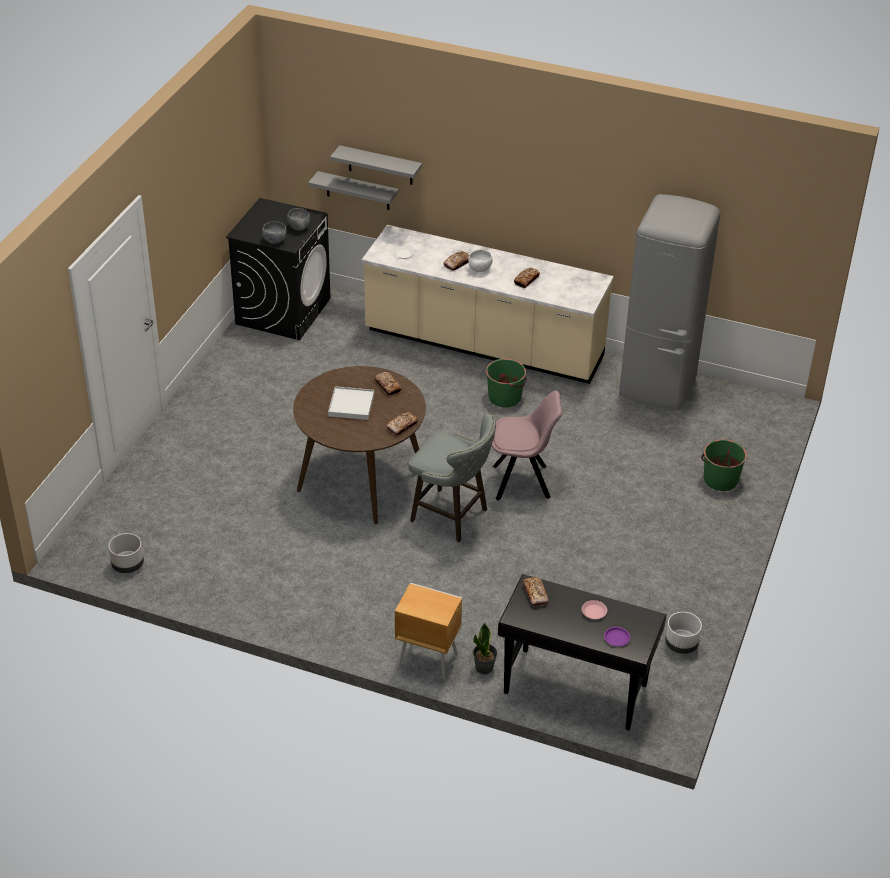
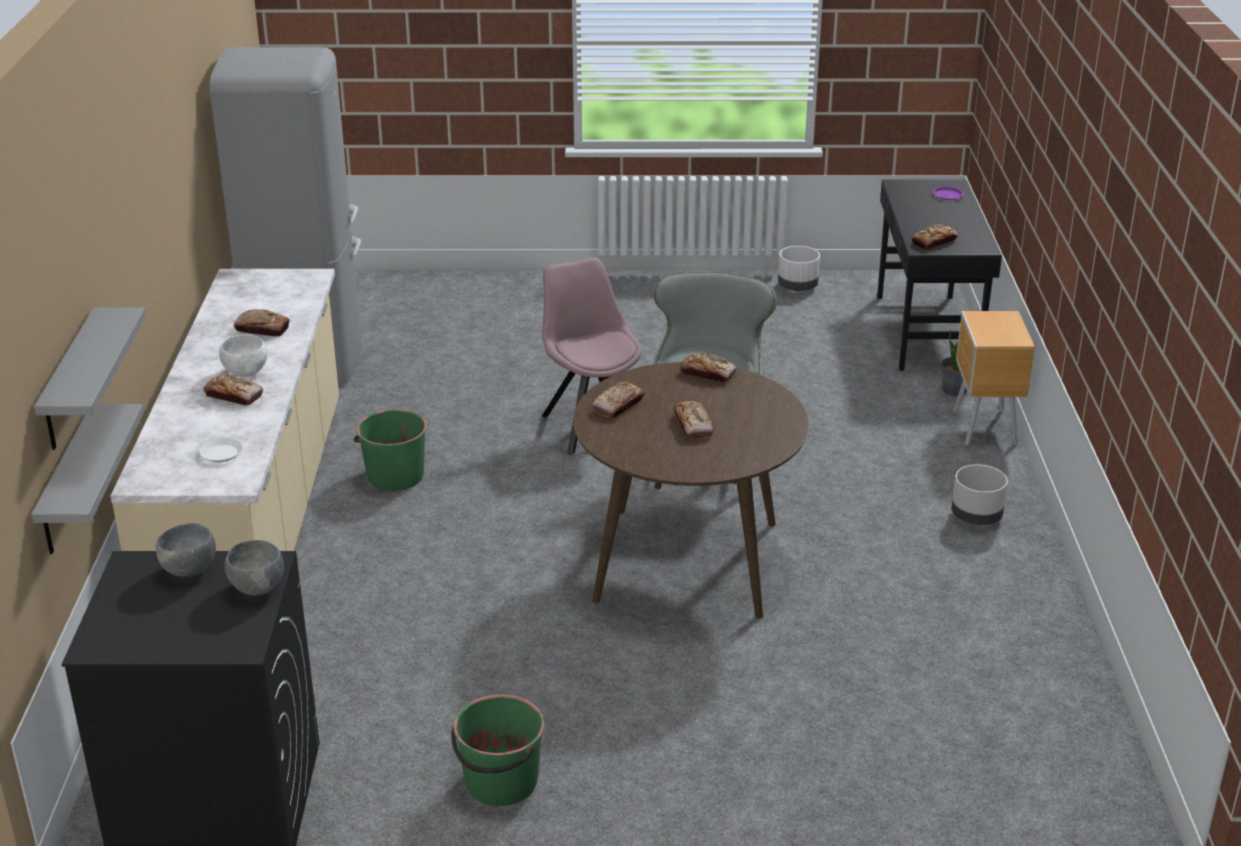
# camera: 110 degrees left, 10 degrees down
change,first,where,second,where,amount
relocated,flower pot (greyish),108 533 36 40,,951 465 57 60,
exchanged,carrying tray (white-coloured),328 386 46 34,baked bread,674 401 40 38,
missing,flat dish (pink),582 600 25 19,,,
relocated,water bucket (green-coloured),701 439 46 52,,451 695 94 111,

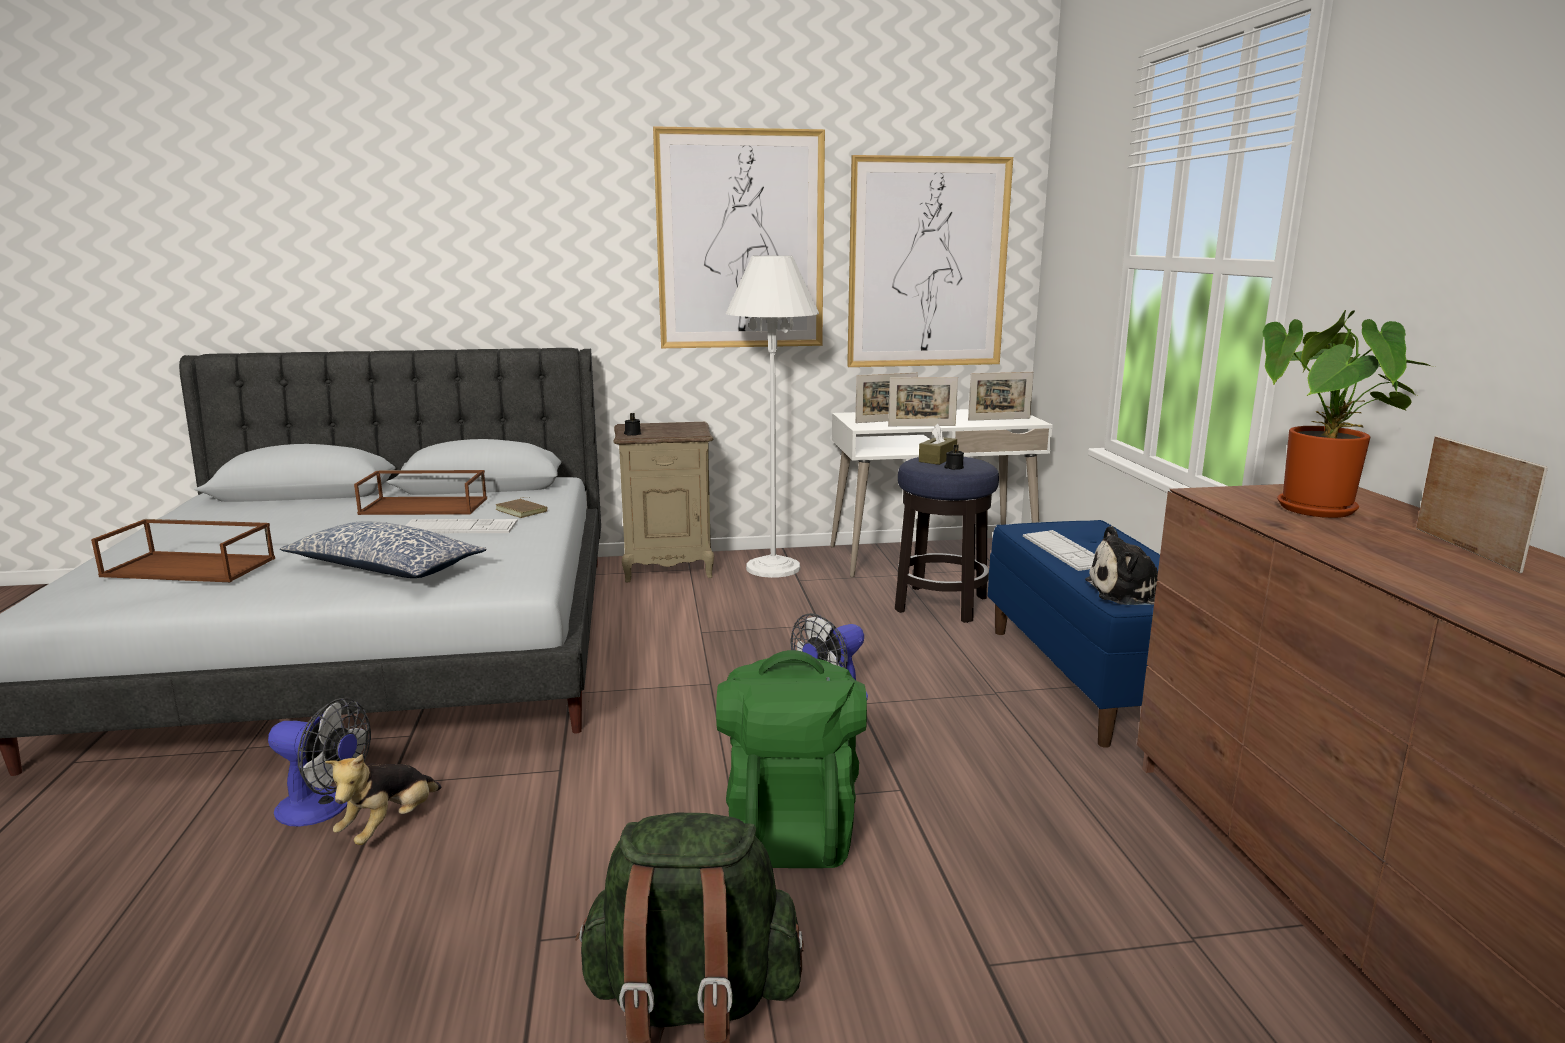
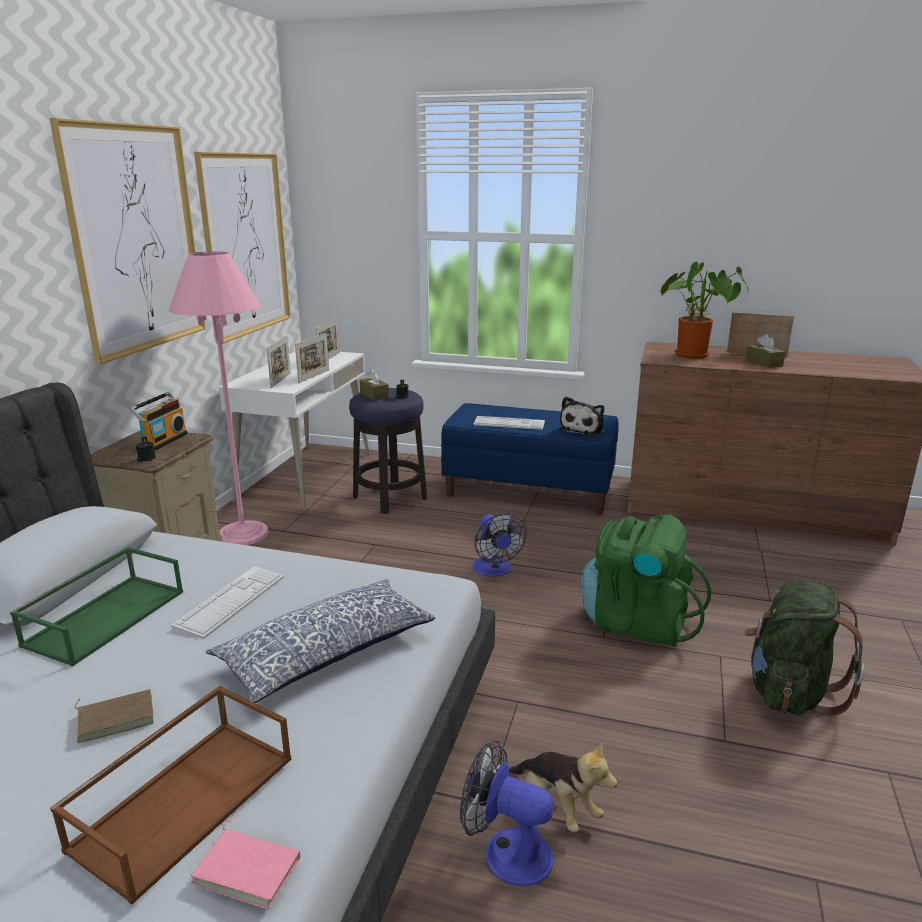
# camera: 65 degrees left, 5 degrees up
change,first,where,second,where,amount
spun,fan,268 698 103 128,,460 740 94 146,105 degrees counterclockwise
colour,carrying tray (brownish),354 470 133 45,carrying tray (green-coloured),10 547 173 120,
relocated,book (brownish),496 497 51 21,,75 689 79 54,
colour,floor lamp (white-coloured),726 256 93 322,floor lamp (pink),169 251 99 294,
appeared,,,radio set,130 392 58 59,
appeared,,,book (pink),191 815 109 94,
appeared,,,box of tissues (brownish),746 334 39 34,

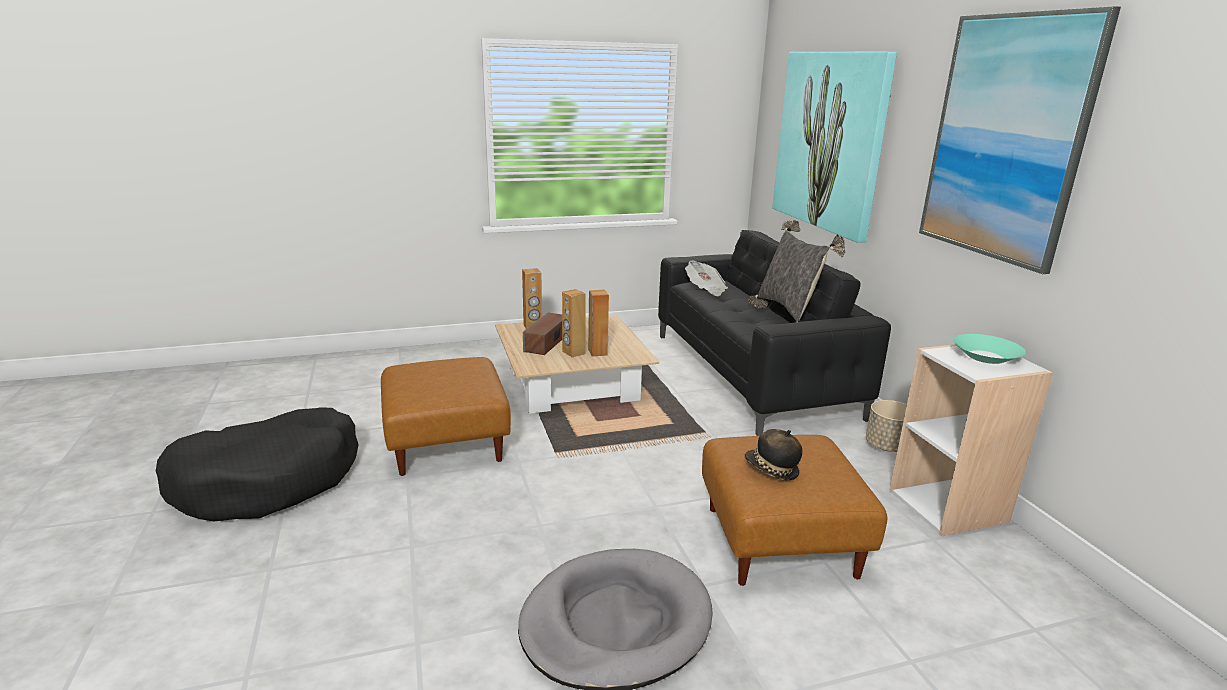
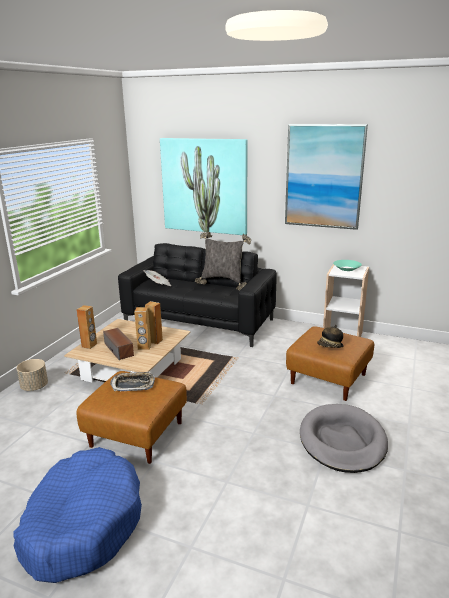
# camera: 50 degrees left, 0 degrees up
change,first,where,second,where,amount
colour,dog bed (black),156 407 203 114,dog bed (bluish),13 447 129 136,
relocated,flower pot (beige-coloured),866 400 41 52,,16 359 32 32,
appeared,,,carrying tray,110 372 45 19,

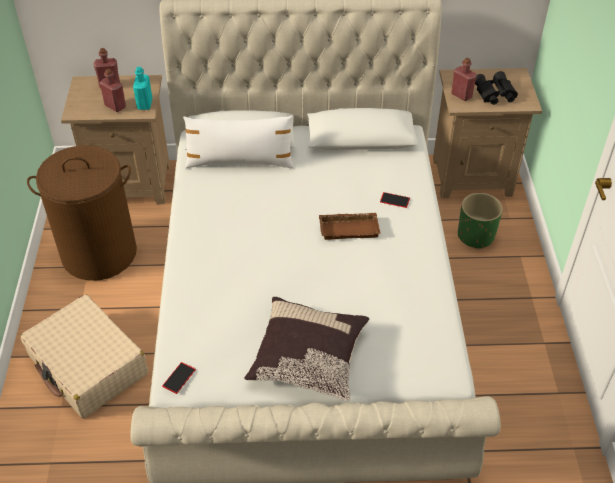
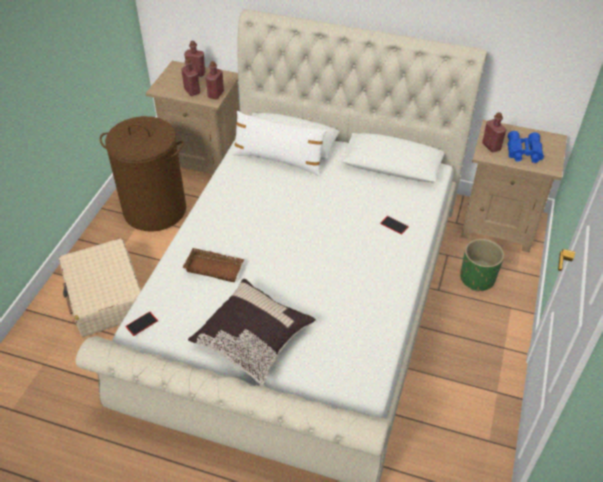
# camera: 20 degrees right, 0 degrees up
change,first,where,second,where,amount
colour,bottle (blue-green),133 67 19 43,bottle (red-coloured),205 61 19 39,
relocated,carrying tray (brownish),319 213 62 27,,182 248 62 34,
colour,field glasses (black),475 71 43 34,field glasses (bluish),507 131 37 32,

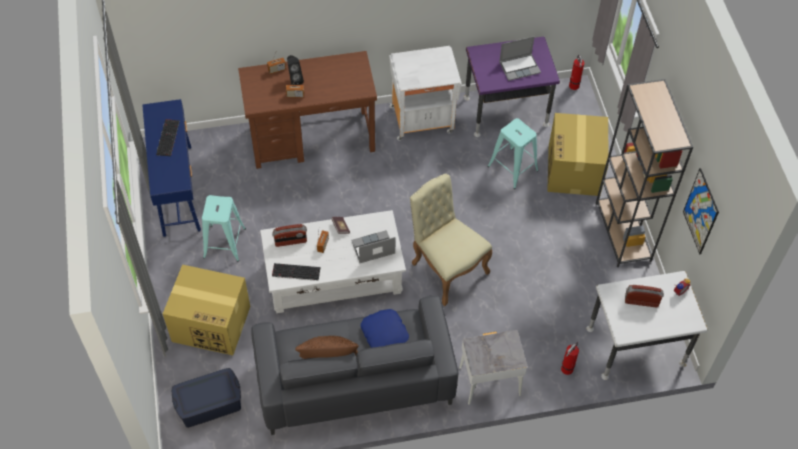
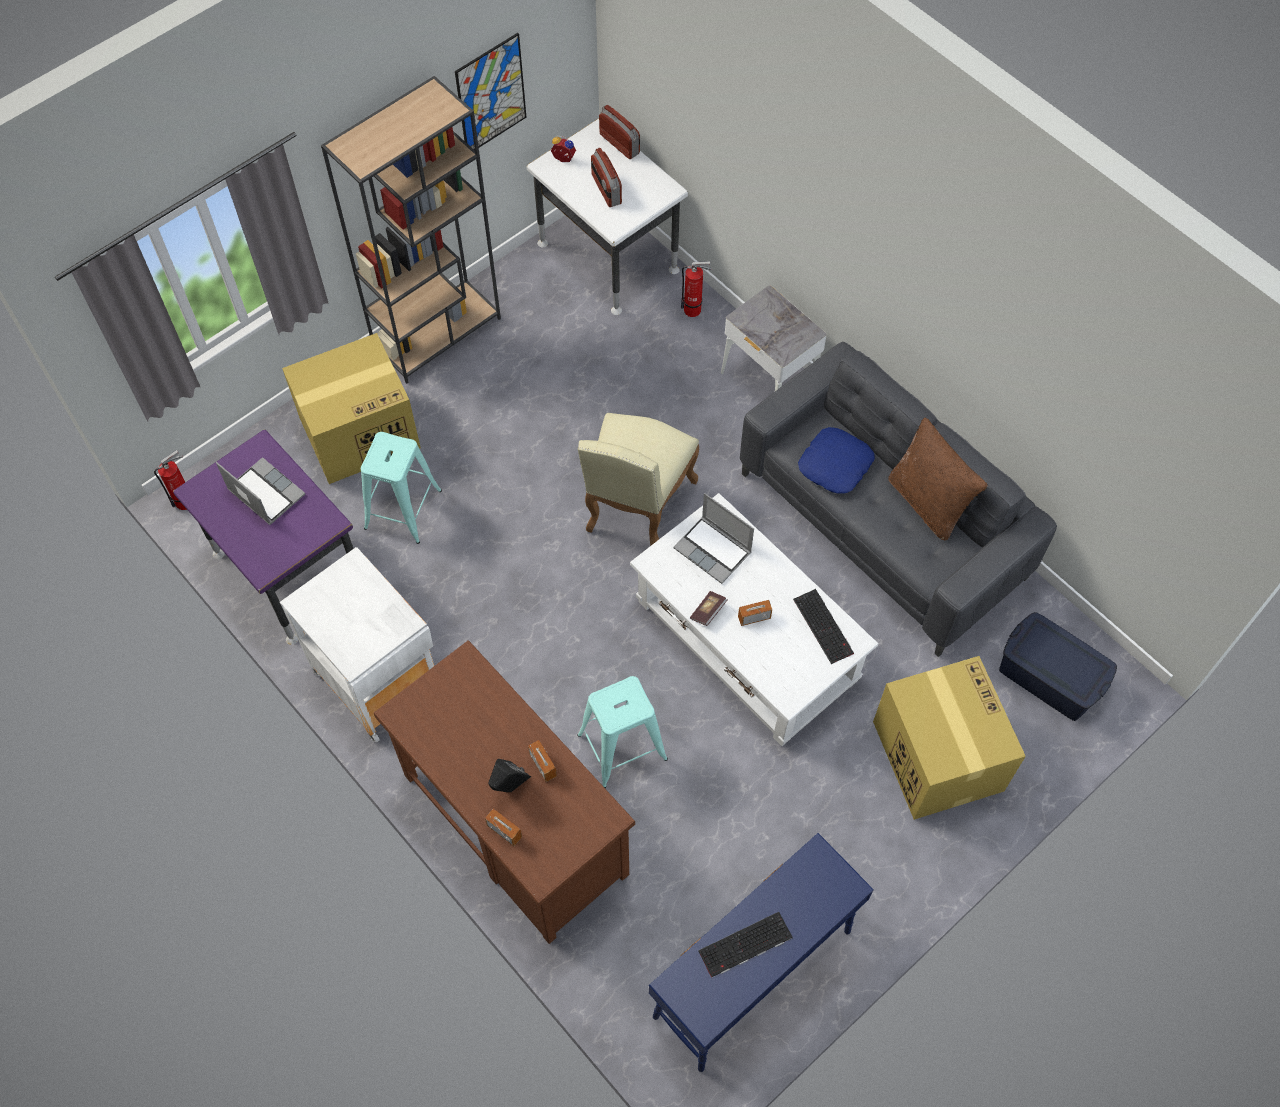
# camera: 120 degrees left, 5 degrees up
change,first,where,second,where,amount
relocated,stool (blue-green),202 195 44 66,,577 676 91 112,
relocated,radio set,272 224 35 23,,599 105 41 54,

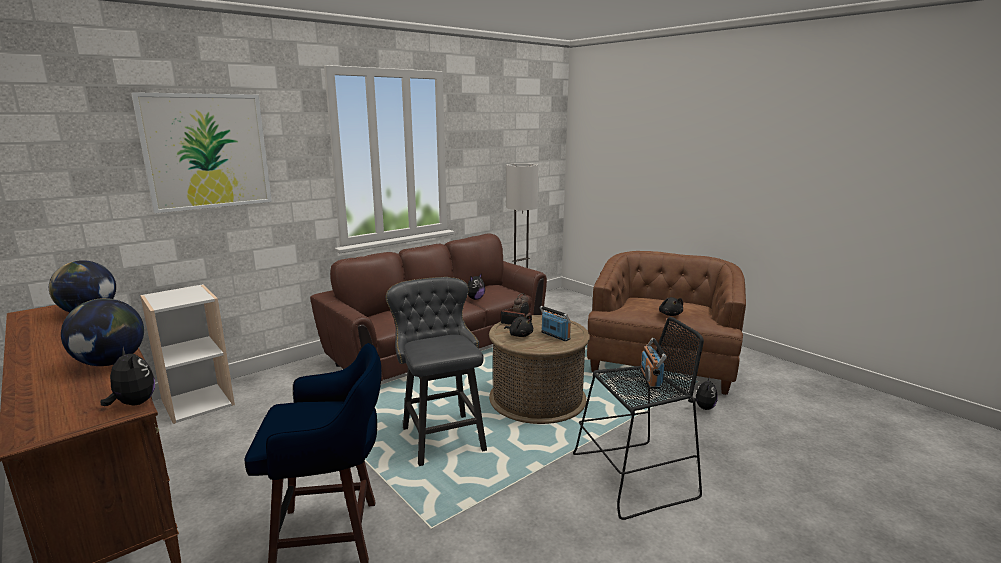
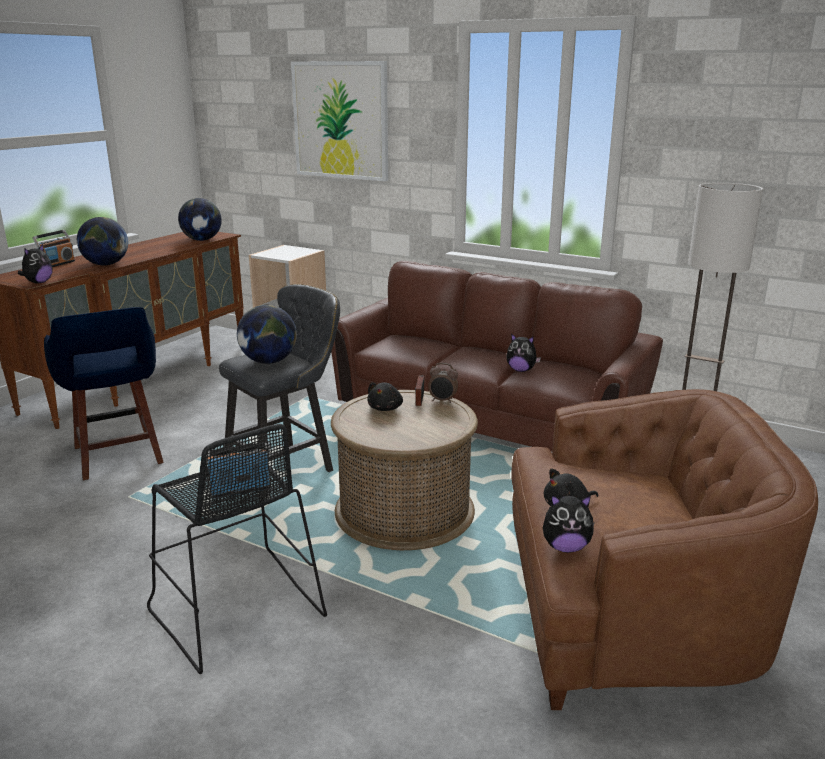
# camera: 70 degrees right, 5 degrees up
change,first,where,second,where,amount
relocated,radio set,540 306 31 35,,33 230 42 37,
relocated,cuddly toy,688 377 30 33,,543 495 52 58,
appeared,,,globe,237 305 60 59,

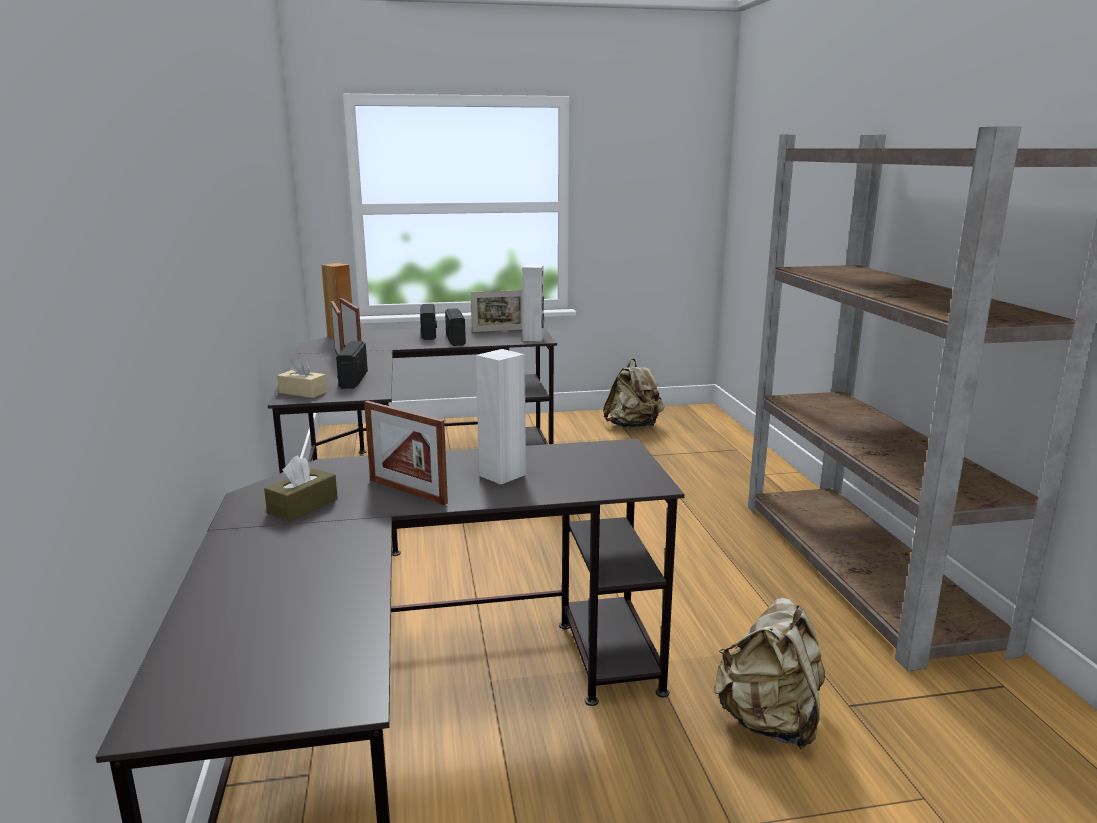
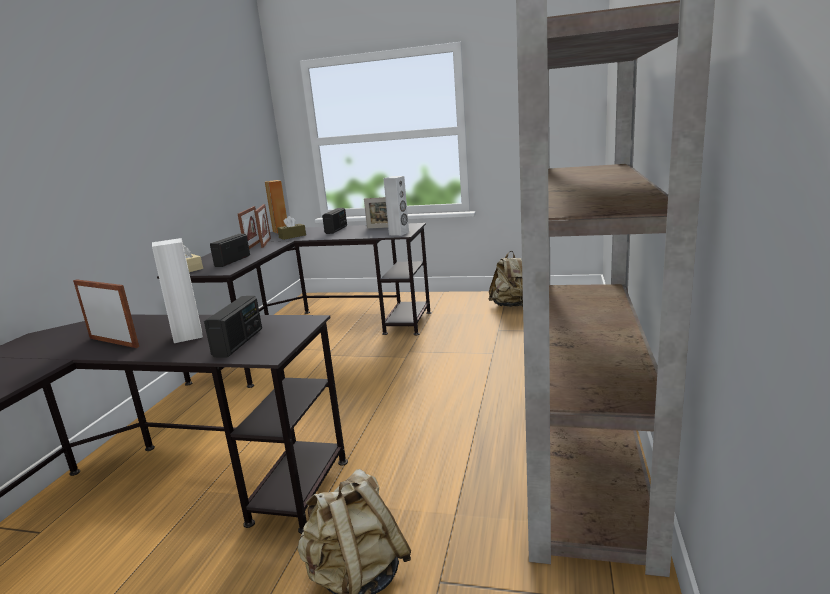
# camera: 25 degrees right, 0 degrees up
change,first,where,second,where,amount
relocated,box of tissues (brownish),264 455 74 66,,277 216 29 24,
spun,photo frame,364 401 84 104,,73 279 66 69,150 degrees clockwise
relocated,radio set,445 308 21 38,,204 296 58 61,

